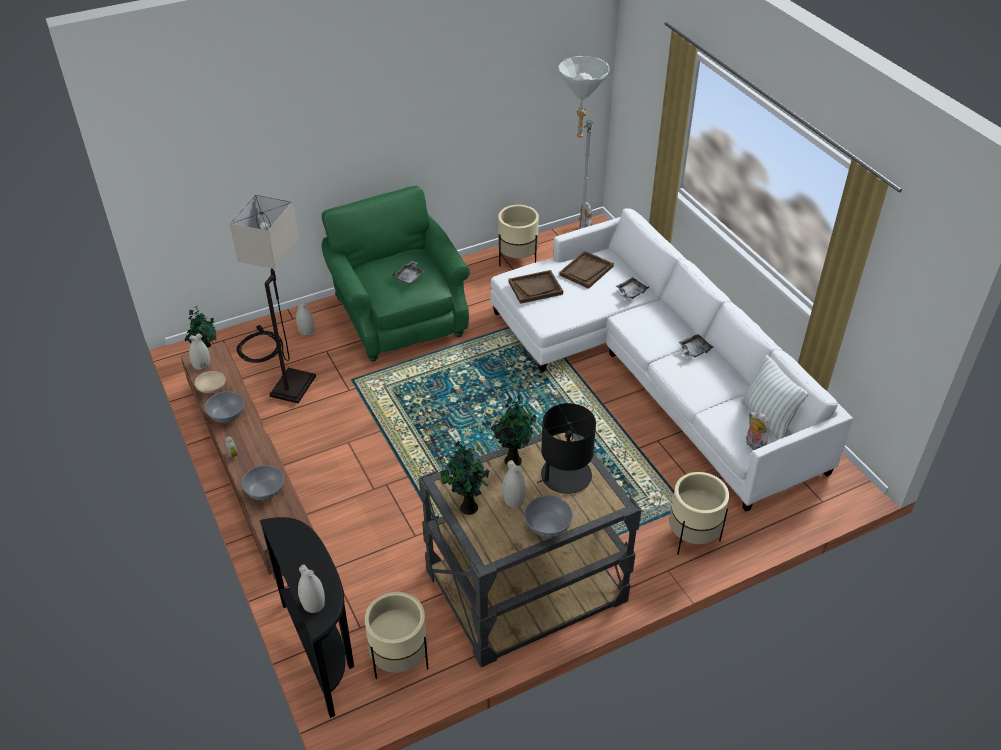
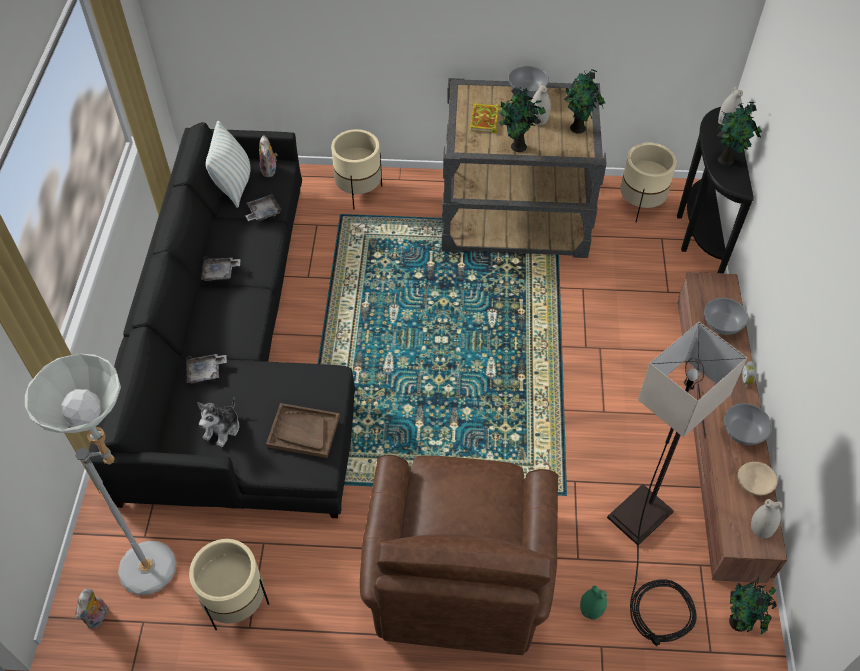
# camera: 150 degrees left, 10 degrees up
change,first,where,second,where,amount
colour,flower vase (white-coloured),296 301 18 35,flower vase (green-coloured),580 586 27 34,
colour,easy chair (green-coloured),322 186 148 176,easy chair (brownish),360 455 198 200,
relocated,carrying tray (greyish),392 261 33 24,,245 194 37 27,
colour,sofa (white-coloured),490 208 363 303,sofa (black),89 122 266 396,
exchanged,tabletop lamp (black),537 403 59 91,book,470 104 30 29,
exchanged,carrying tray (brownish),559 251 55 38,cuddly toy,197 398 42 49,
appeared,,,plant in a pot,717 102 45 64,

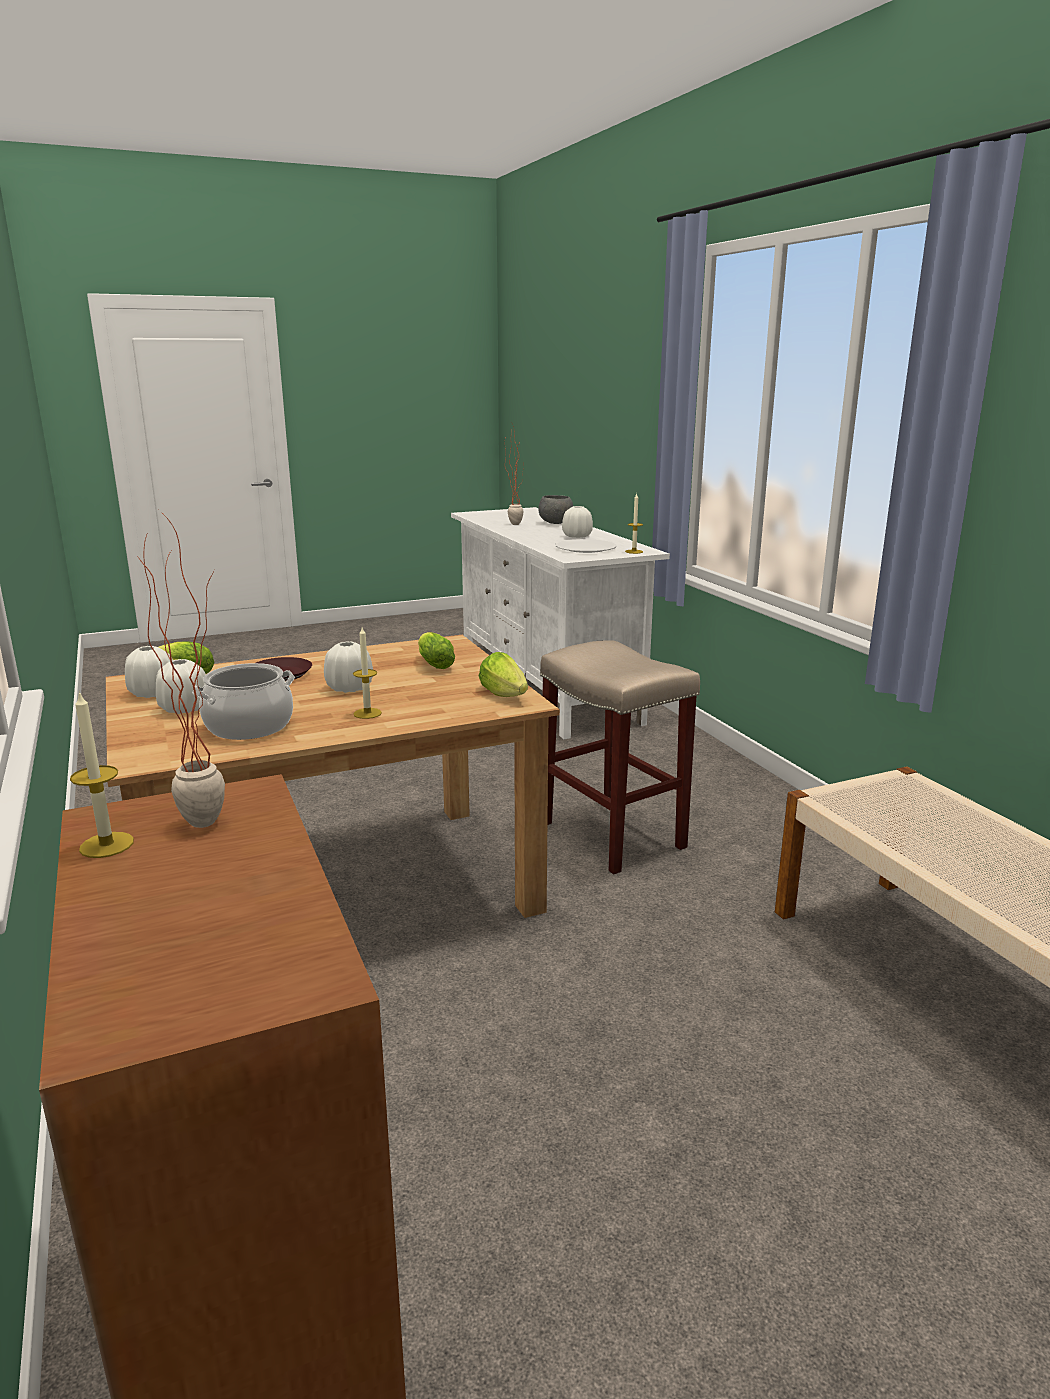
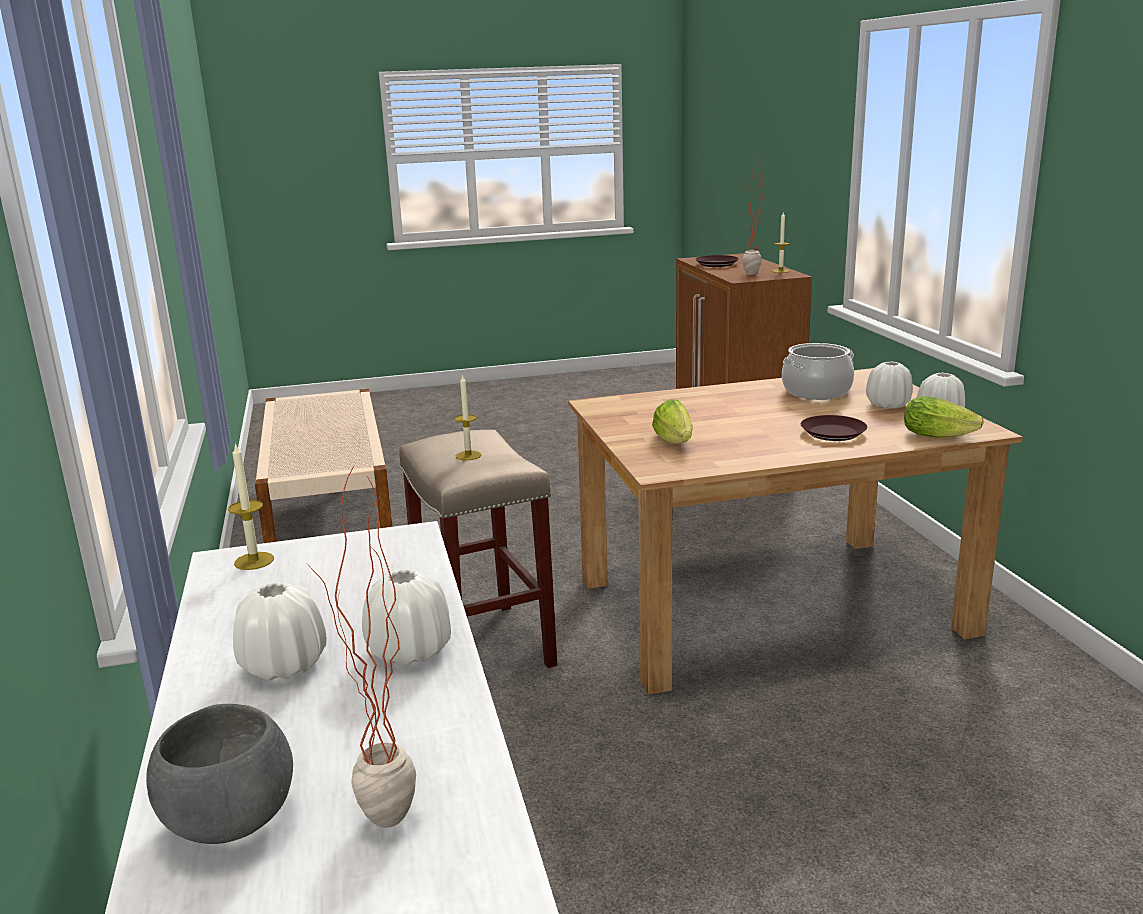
# camera: 170 degrees left, 0 degrees up
change,first,where,second,where,amount
relocated,flower vase (white-coloured),324 641 49 52,,362 569 89 97,
relocated,wax candle,353 627 29 92,,455 374 26 86,
missing,lettuce head,479 652 49 45,,,
missing,flat dish (white-coloured),556 539 61 14,,,
appeared,,,flat dish (brownish),695 255 44 12,

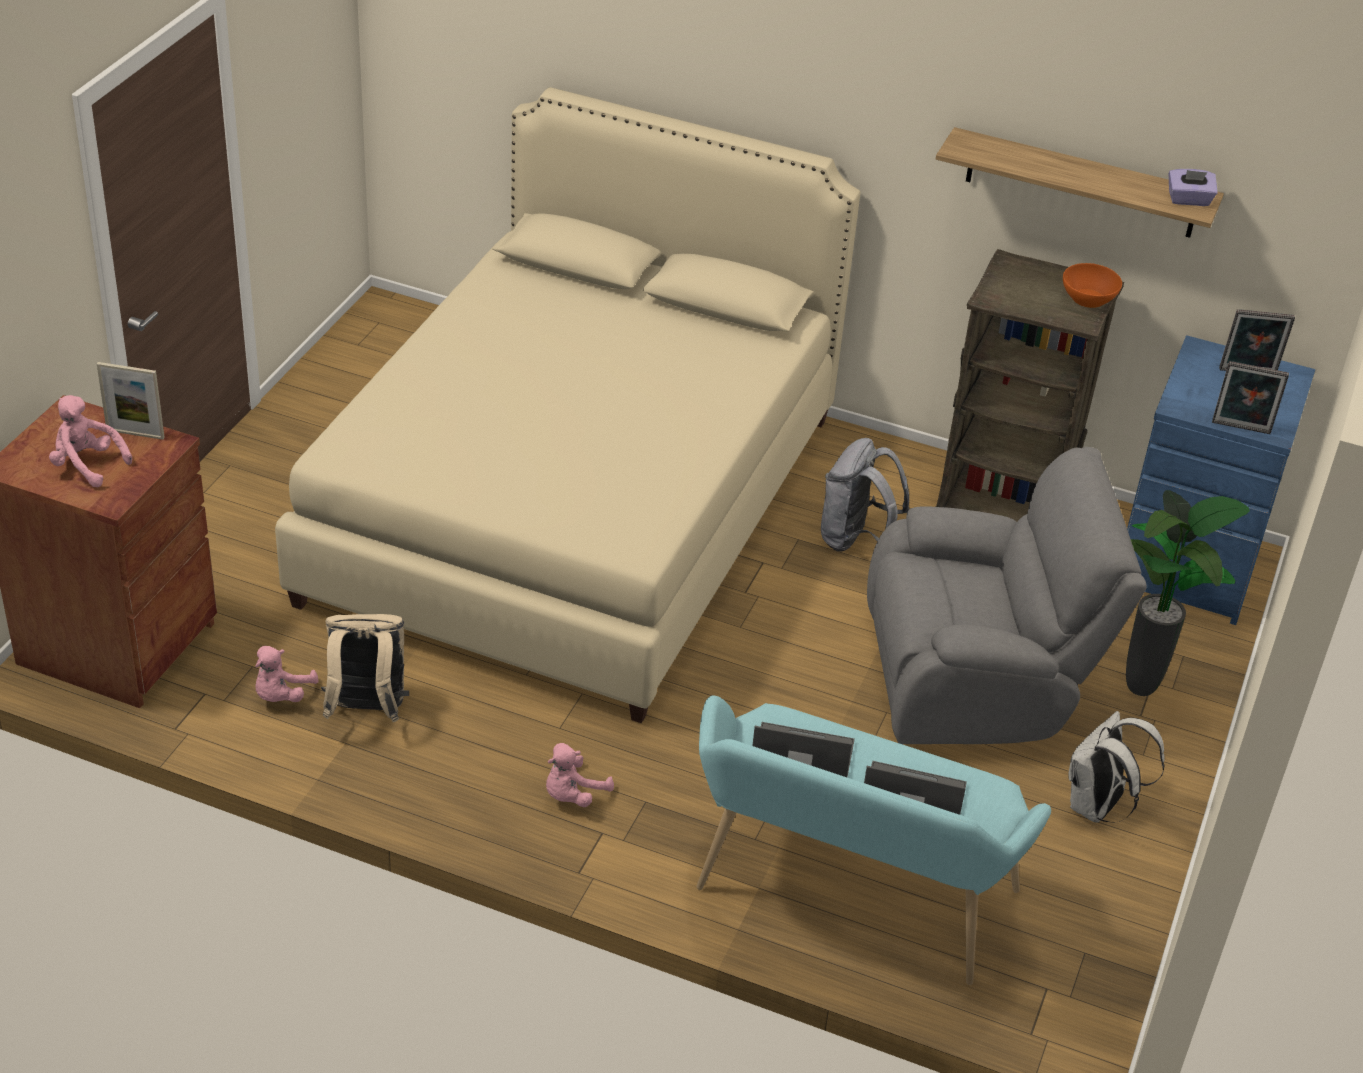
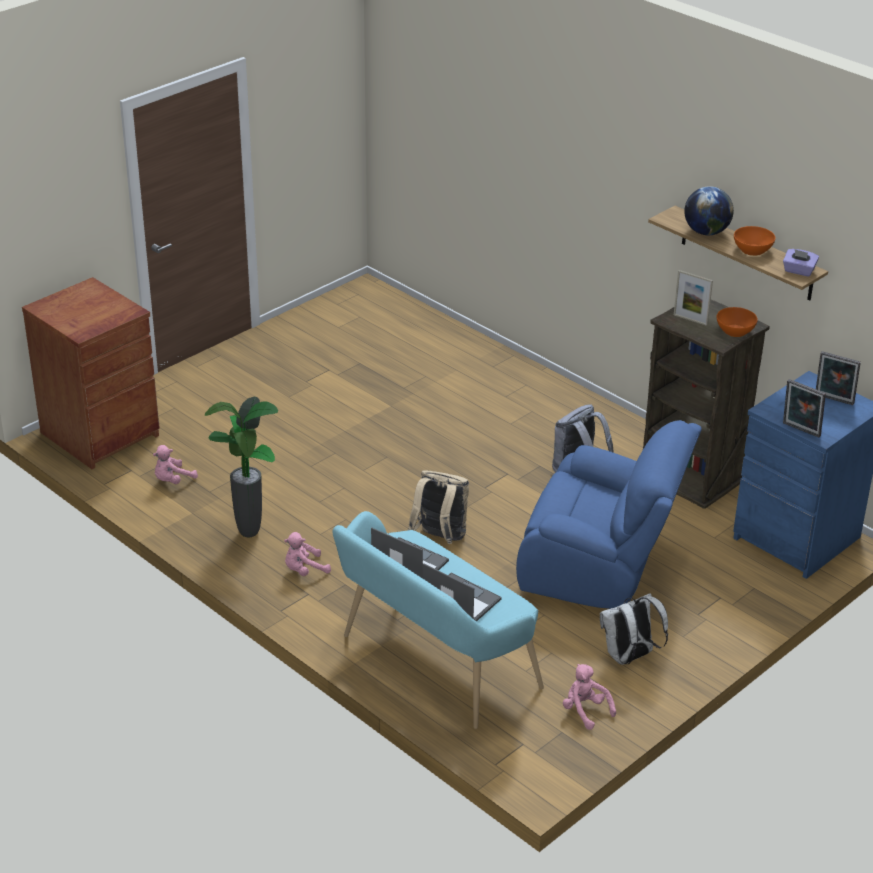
# camera: 25 degrees right, 5 degrees down
change,first,where,second,where,amount
relocated,cuddly toy (pink),49 395 83 92,,563 664 53 66,
relocated,photo frame,97 362 67 78,,674 270 39 56,
missing,sleeping bed (beige-coloured),275 87 585 636,,,
relocated,rucksack (beige-coloured),321 614 88 108,,407 470 62 74,
colour,easy chair (greyish),867 447 280 297,easy chair (bluish),516 420 186 189,
relocated,plant in a pot,1126 490 124 206,,205 397 73 140,
appeared,,,globe,684 186 50 49,
appeared,,,deep dish (orange-coloured),734 226 41 30,

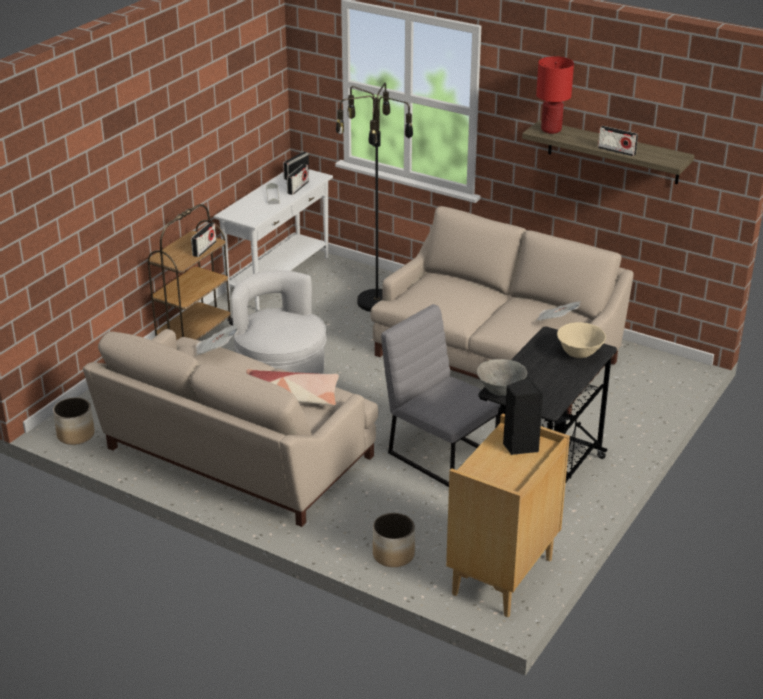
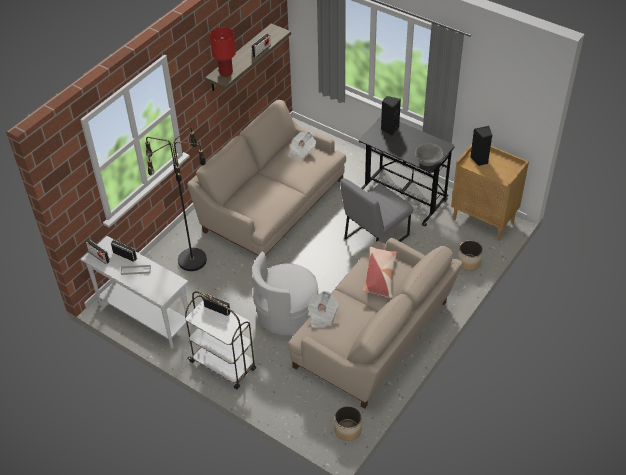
# camera: 85 degrees left, 15 degrees up
change,first,where,second,where,amount
colour,cart (brownish),147 204 86 136,cart (white-coloured),185 291 71 98,
exchanged,deep dish (beige-coloured),557 322 49 36,speaker (black),381 96 20 40,

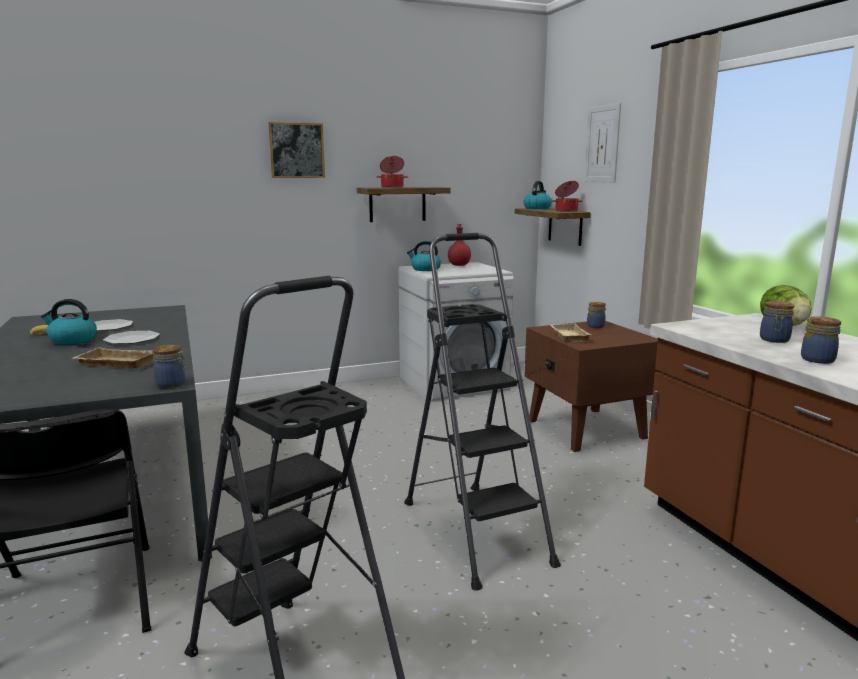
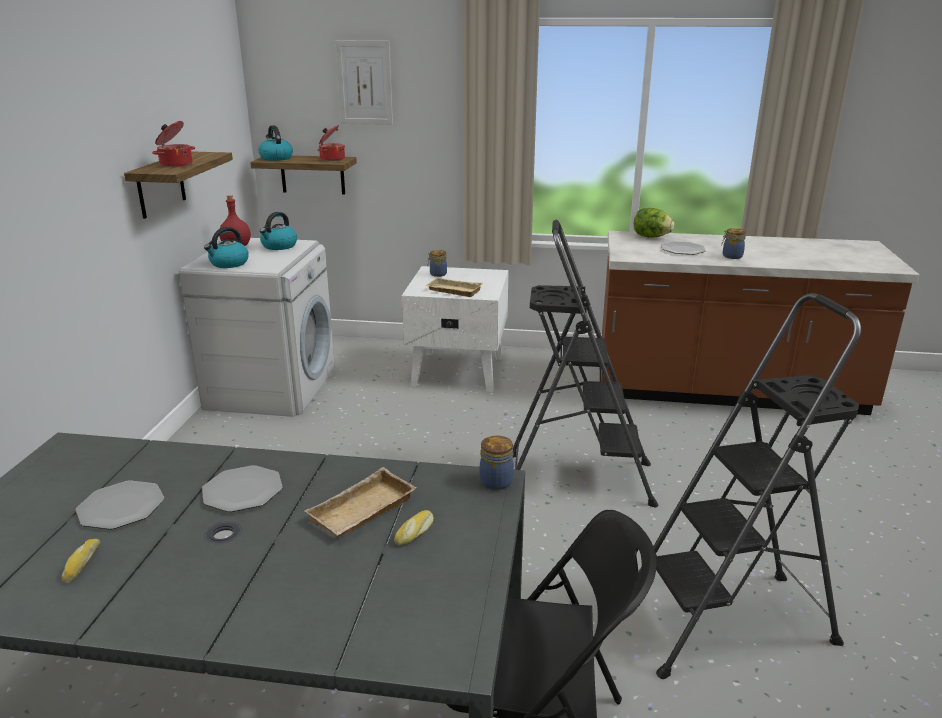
# camera: 60 degrees left, 10 degrees up
change,first,where,second,where,amount
relocated,tea kettle,41 299 56 45,,260 212 37 38,
missing,wall art,268 122 57 56,,,
colour,night table (brownish),524 321 135 131,night table (white-coloured),402 266 107 126,
exchanged,storage jar,760 301 34 42,flat dish,661 241 45 14,
appeared,,,baked bread,394 510 40 35,

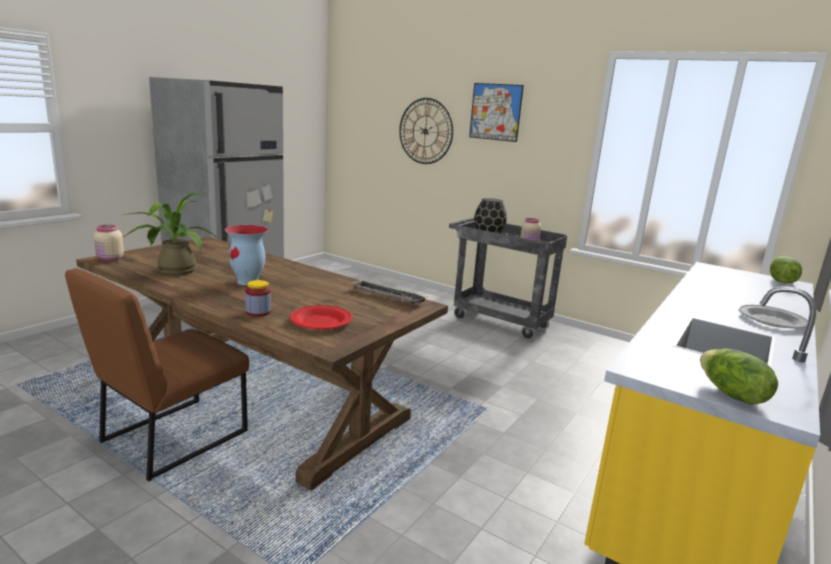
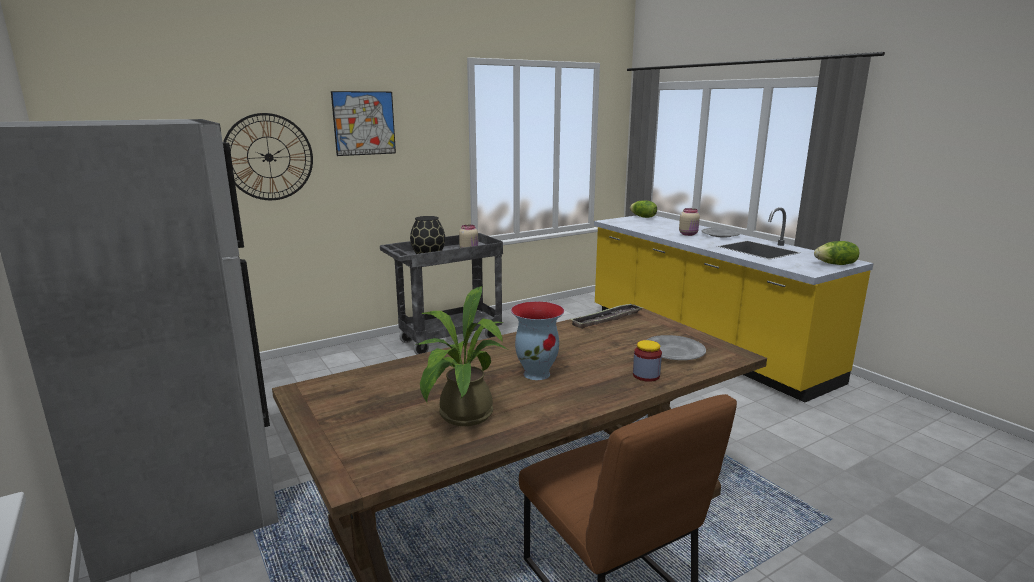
# camera: 65 degrees left, 0 degrees up
change,first,where,second,where,amount
relocated,storage jar (beige-coloured),94 225 30 36,,679 208 21 28,
colour,flat dish (red-coloured),290 305 62 24,flat dish (greyish),647 335 59 25,

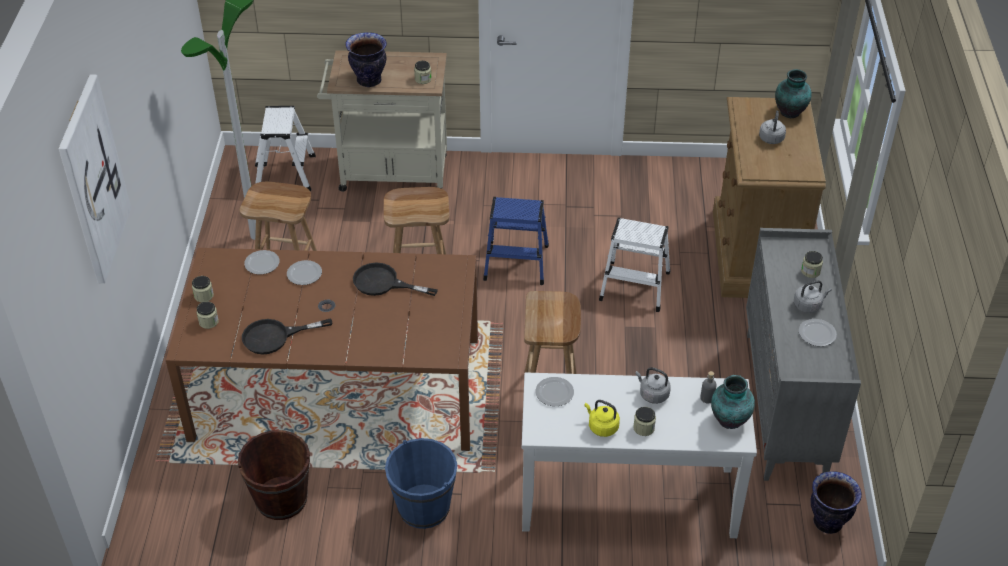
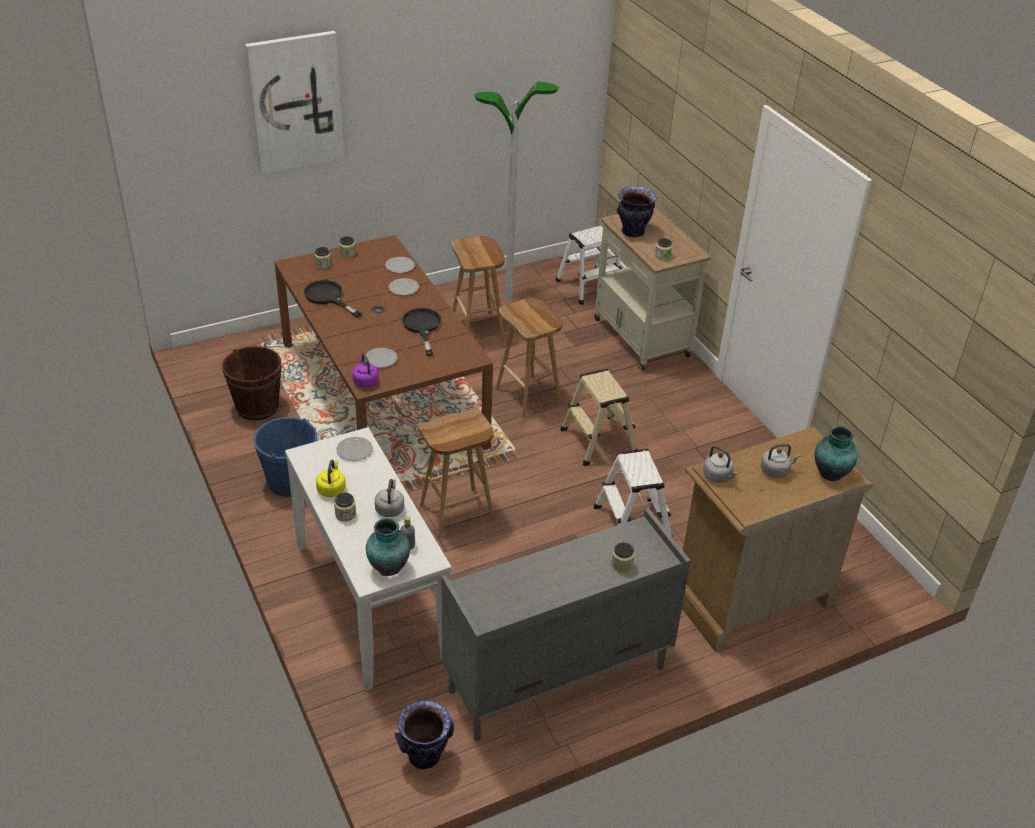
# camera: 60 degrees right, 5 degrees down
change,first,where,second,where,amount
colour,step stool (bluish),483 197 66 88,step stool (beige-coloured),560 369 77 97,
relocated,tea kettle (greyish),794 280 38 33,,703 446 36 36,
relocated,flat dish,799 319 38 27,,365 348 33 20,
appeared,,,tea kettle (purplish),352 354 27 34,

